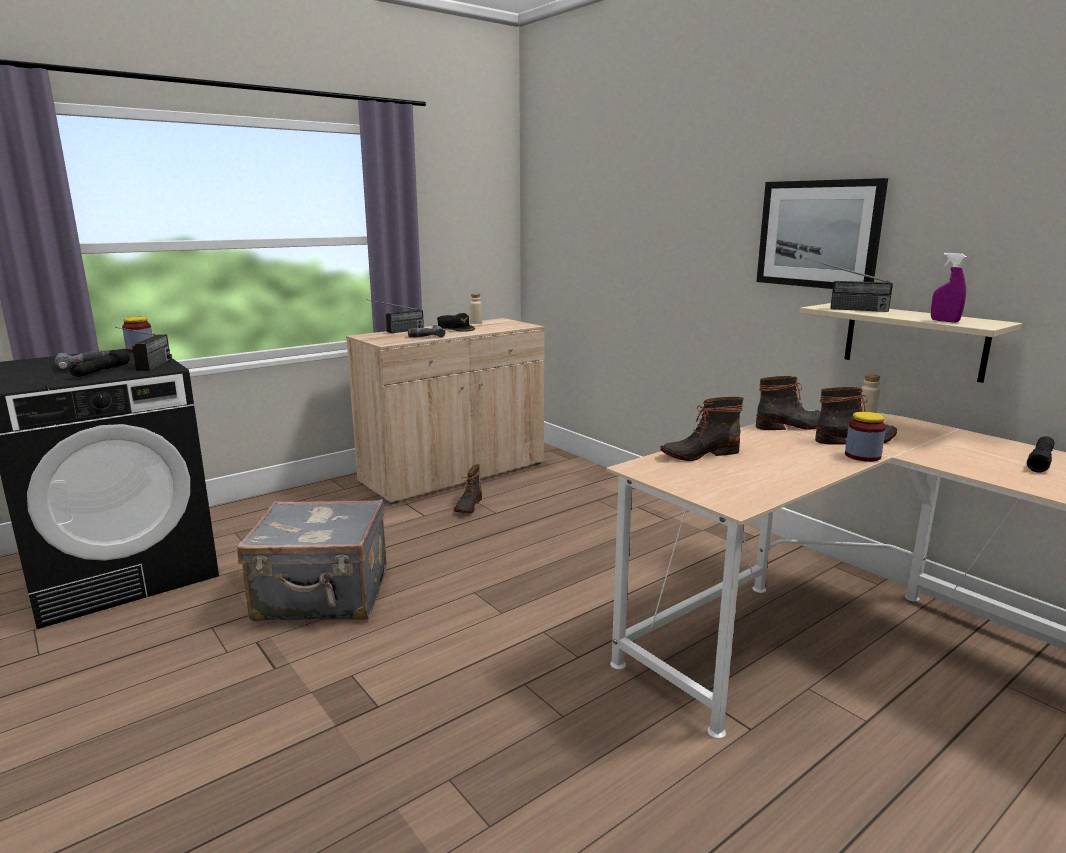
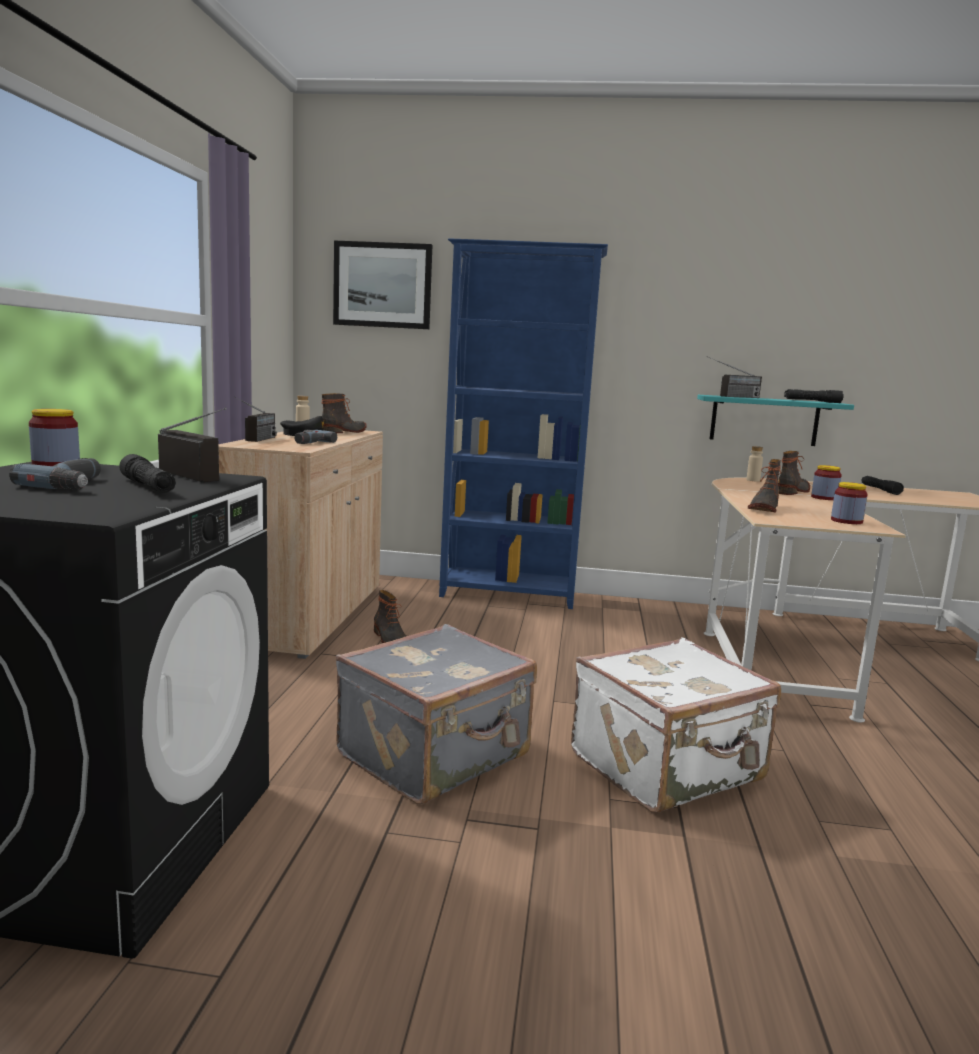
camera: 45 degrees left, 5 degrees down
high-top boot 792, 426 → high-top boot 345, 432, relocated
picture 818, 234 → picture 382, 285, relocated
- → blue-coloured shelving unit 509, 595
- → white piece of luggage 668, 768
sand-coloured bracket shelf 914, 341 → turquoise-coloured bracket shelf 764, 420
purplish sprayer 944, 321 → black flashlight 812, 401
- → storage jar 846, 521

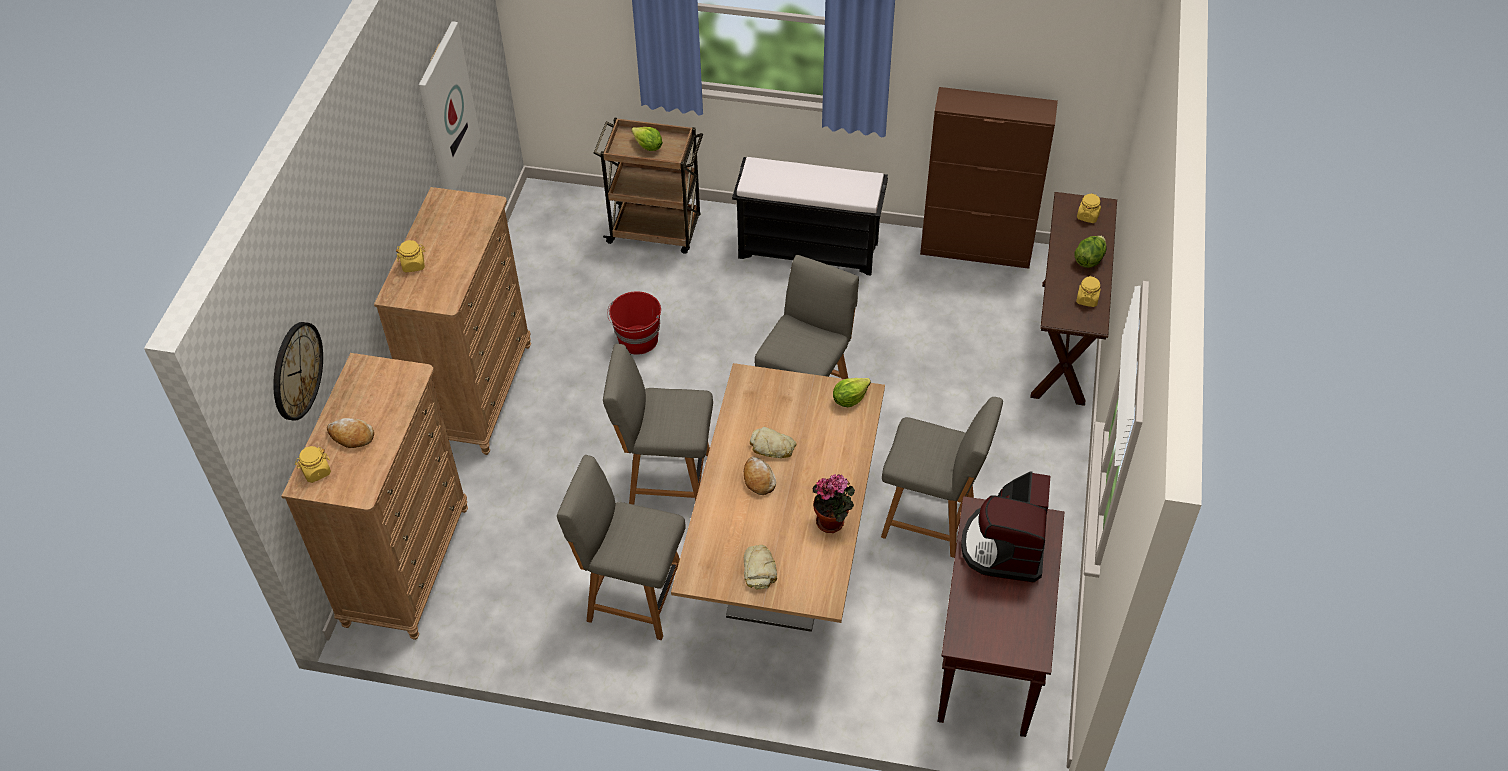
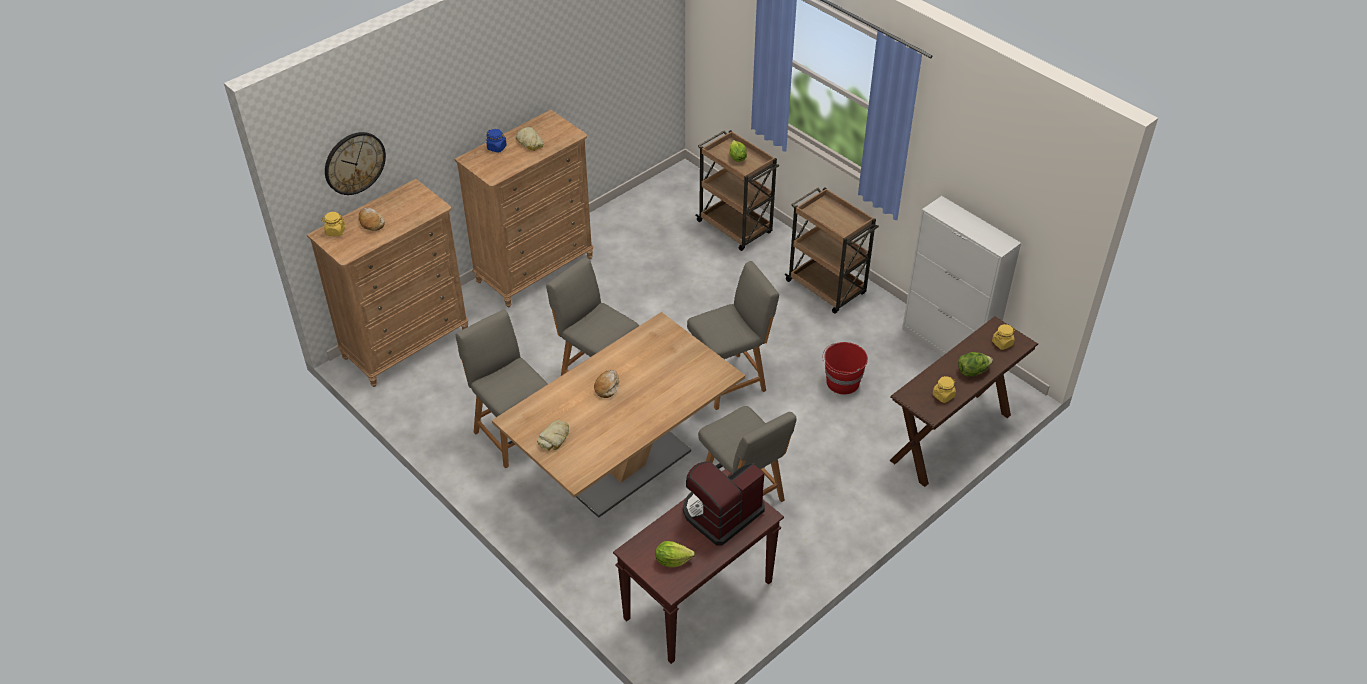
camera: 35 degrees right, 5 degrees down
yellow storage jar 413, 265 → blue-coloured storage jar 497, 148
bakery bread 772, 447 → bakery bread 530, 142, relocated
head of lettuce 849, 399 → head of lettuce 672, 560, relocated
black long seat 810, 249 → brown-coloured cart 827, 288
red-coloured water bucket 638, 340 → red-coloured water bucket 842, 382, relocated
brown-coloured cupboard 976, 249 → white cupboard 947, 346
picture 447, 111 → -
potted plant 832, 521 → -

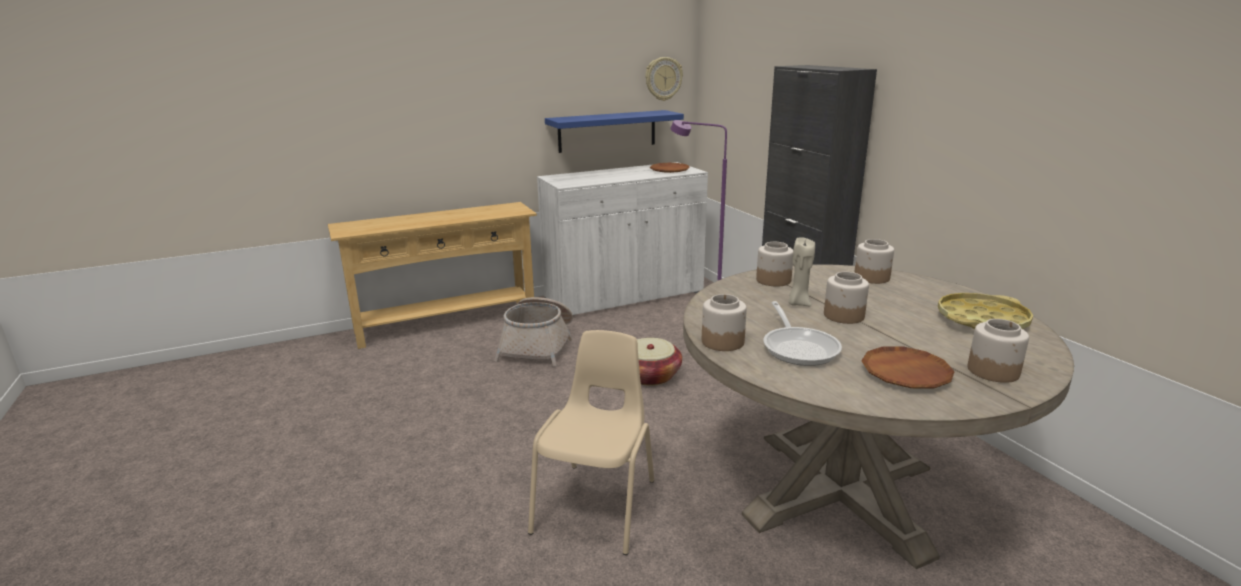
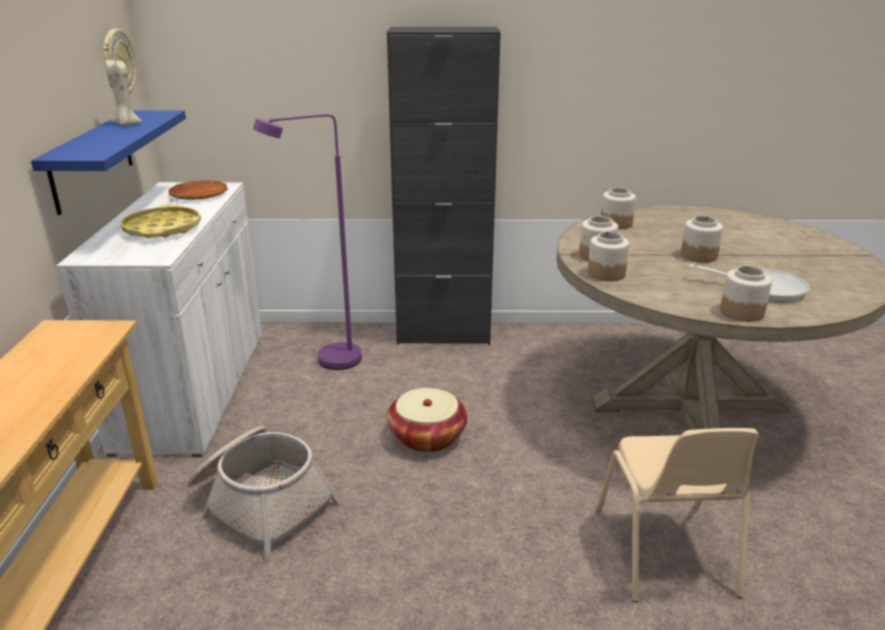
camera: 65 degrees left, 5 degrees up
sand-coloured candle 798, 303 → sand-coloured candle 126, 124, relocated
yellow tray 981, 320 → yellow tray 162, 229, relocated
storage jar 993, 371 → storage jar 606, 274, relocated
sand-coloured chair 597, 505 → sand-coloured chair 666, 552, 135 degrees counterclockwise
brown-coloured dinner plate 905, 373 → -

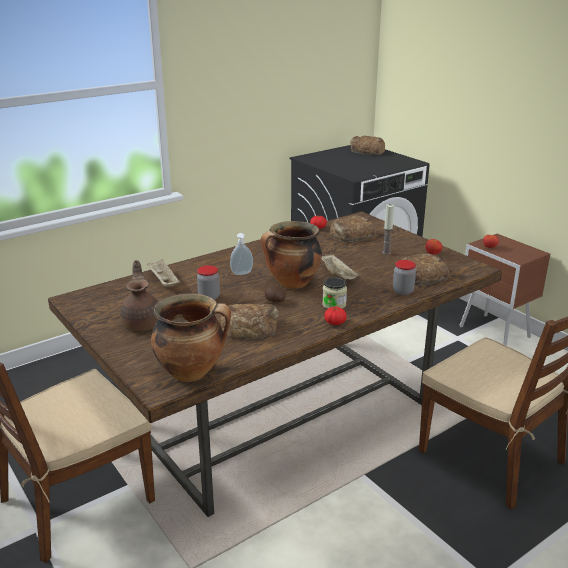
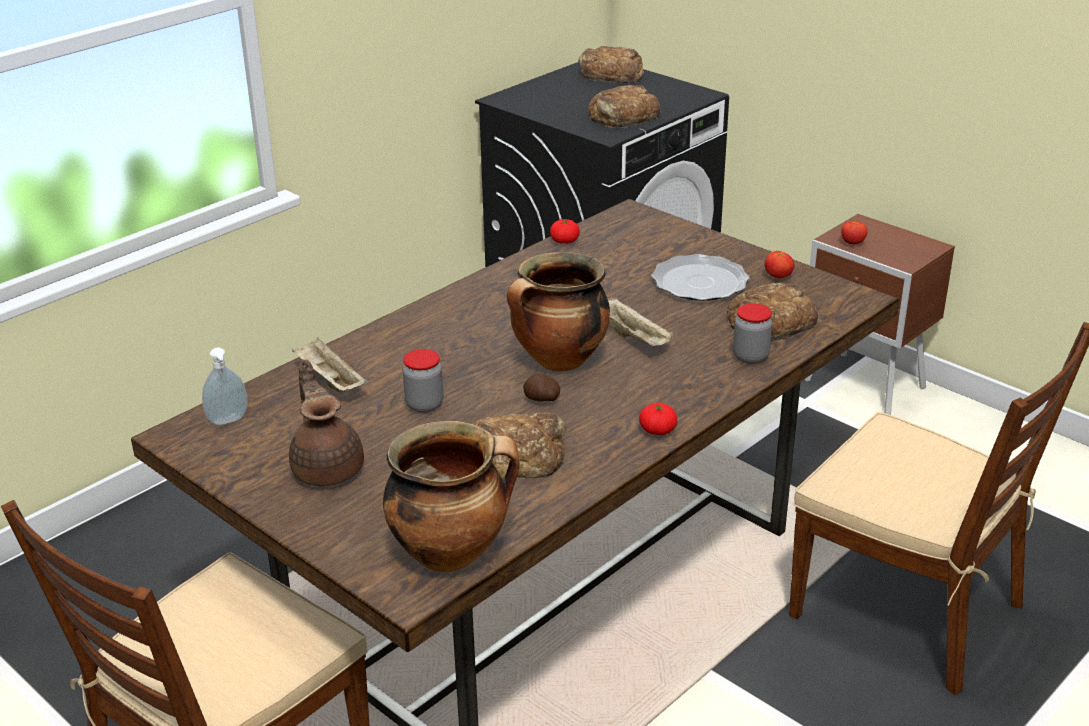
camera: 10 degrees left, 5 degrees up
soap dispenser 242, 274 → soap dispenser 228, 421, relocated
bakery bread 351, 235 → bakery bread 623, 117, relocated
candle 386, 253 → dinner plate 699, 282
storage jar 334, 304 → -

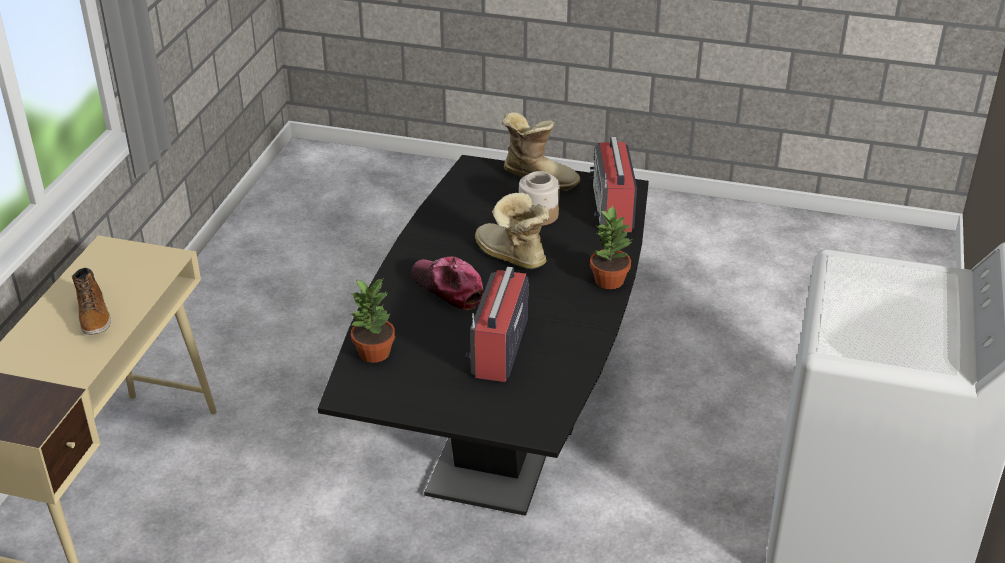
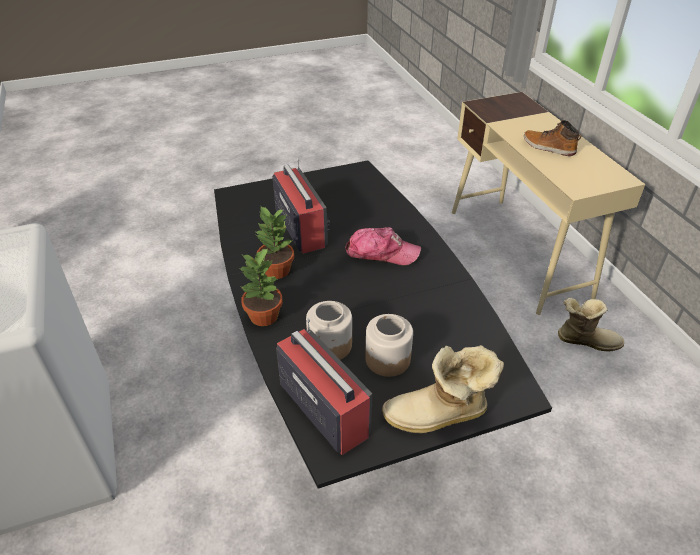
camera: 145 degrees right, 5 degrees up
potted plant 375, 353 → potted plant 276, 270, relocated
- → storage jar 329, 345
high-top boot 510, 256 → high-top boot 585, 339, relocated

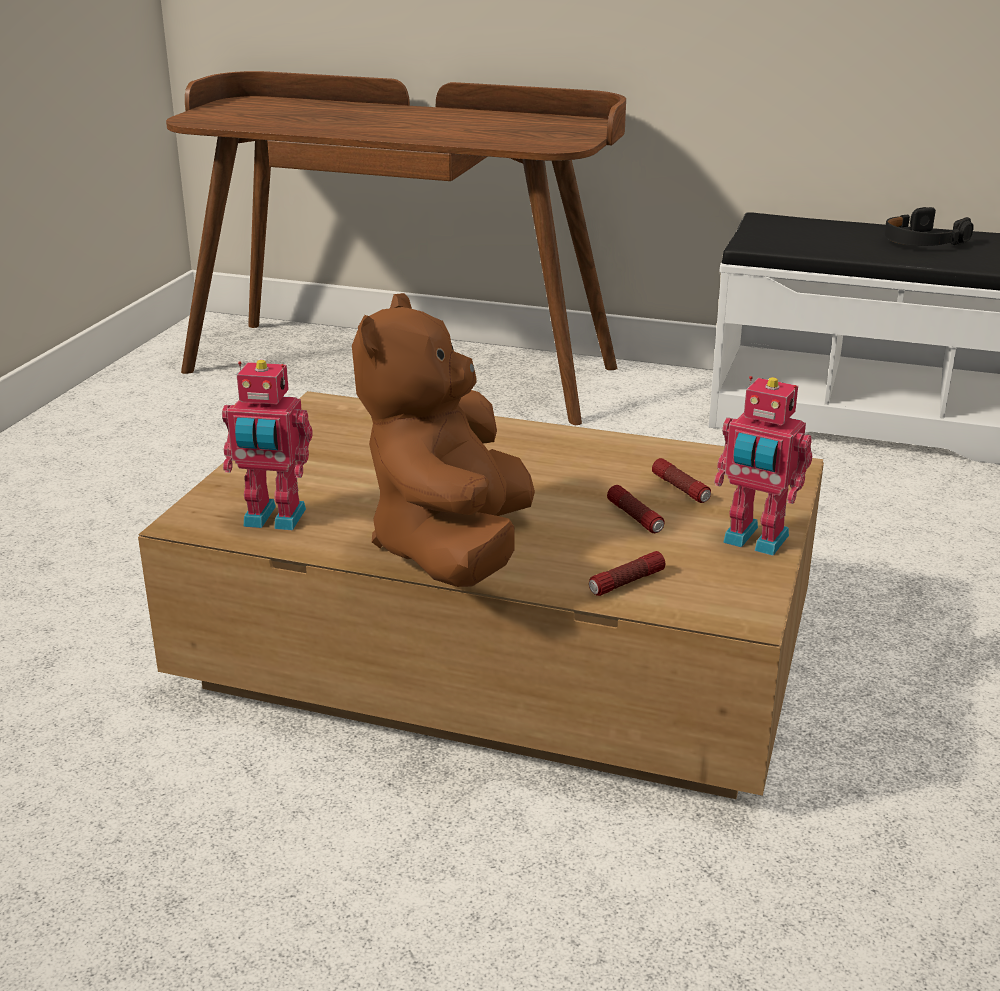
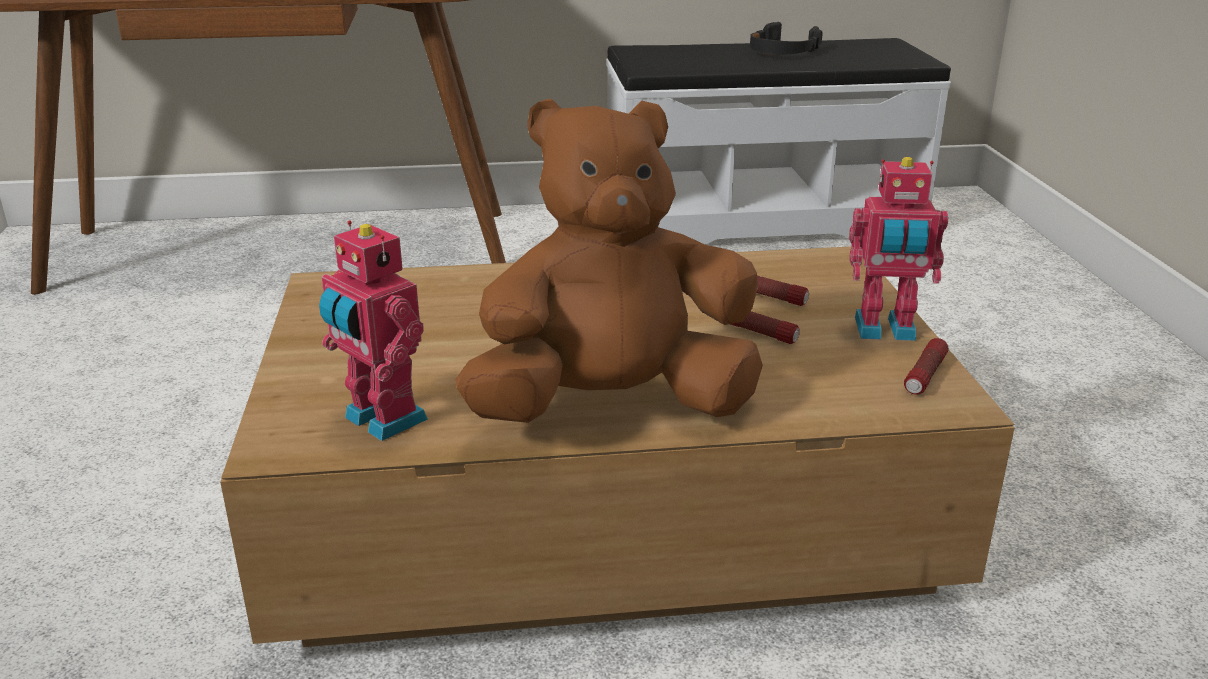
camera: 25 degrees left, 0 degrees up
toy robot 273, 520 → toy robot 381, 420, 60 degrees clockwise
brown-coloured plush toy 452, 549 → brown-coloured plush toy 613, 406, 90 degrees clockwise
flashlight 626, 583 → flashlight 925, 376, relocated

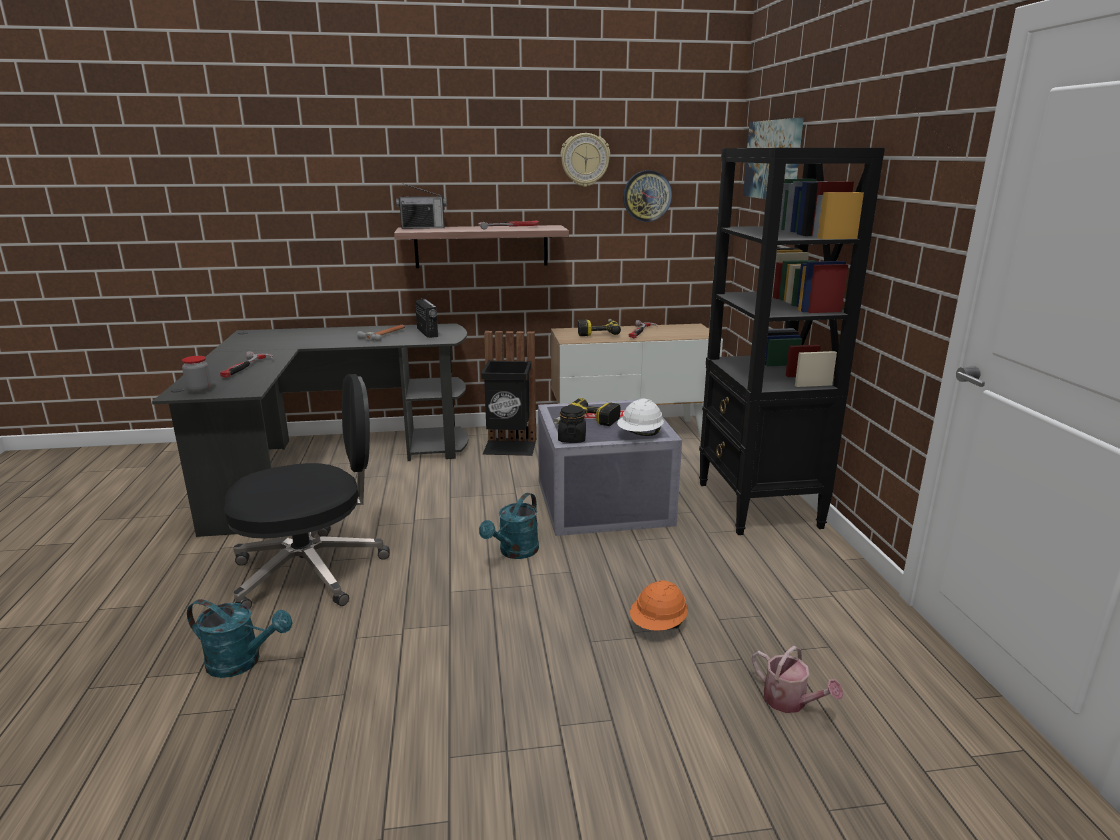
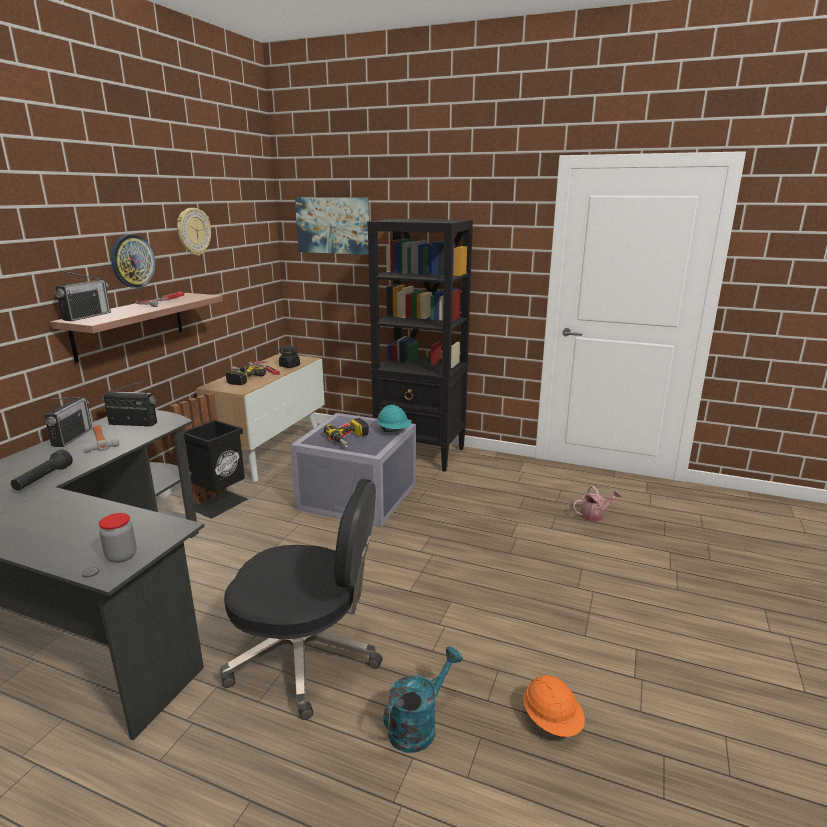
camera: 60 degrees left, 0 degrees up
- → black flashlight 43, 479
- → radio receiver 72, 437
wall clock 647, 196 → wall clock 132, 261, relocated
black computer chair 313, 570 → black computer chair 307, 657, 90 degrees clockwise
black storage jar 572, 439 → black storage jar 289, 366, relocated
white hard hat 640, 435 → turquoise-coloured hard hat 394, 431
orangey hard hat 658, 625 → orangey hard hat 552, 721, relocated
hammer 246, 368 → -
turquoise-coloured sprinkling can 515, 552 → -

